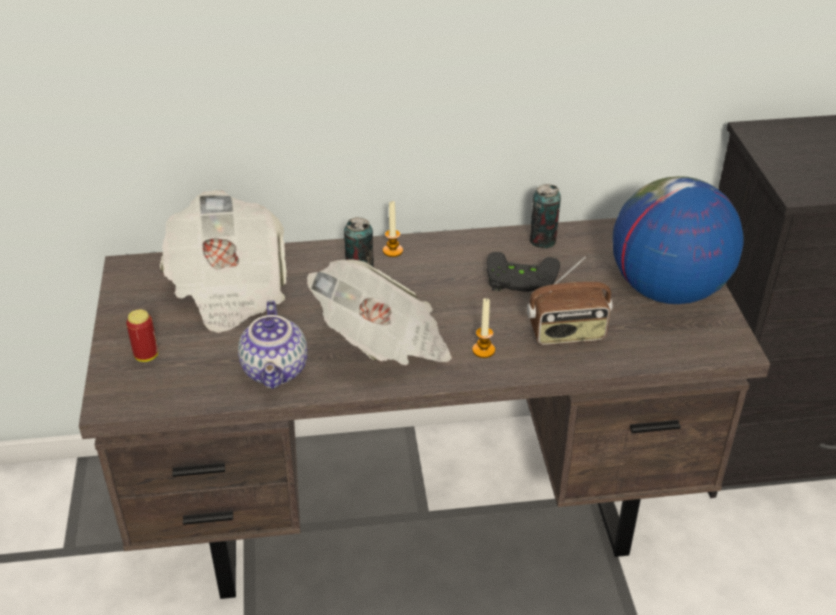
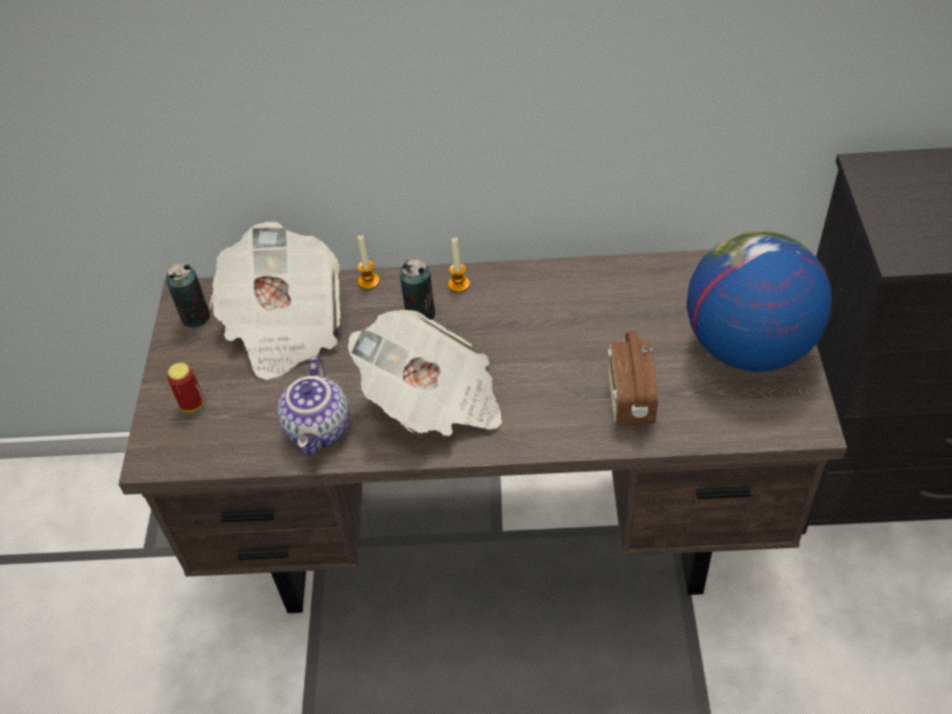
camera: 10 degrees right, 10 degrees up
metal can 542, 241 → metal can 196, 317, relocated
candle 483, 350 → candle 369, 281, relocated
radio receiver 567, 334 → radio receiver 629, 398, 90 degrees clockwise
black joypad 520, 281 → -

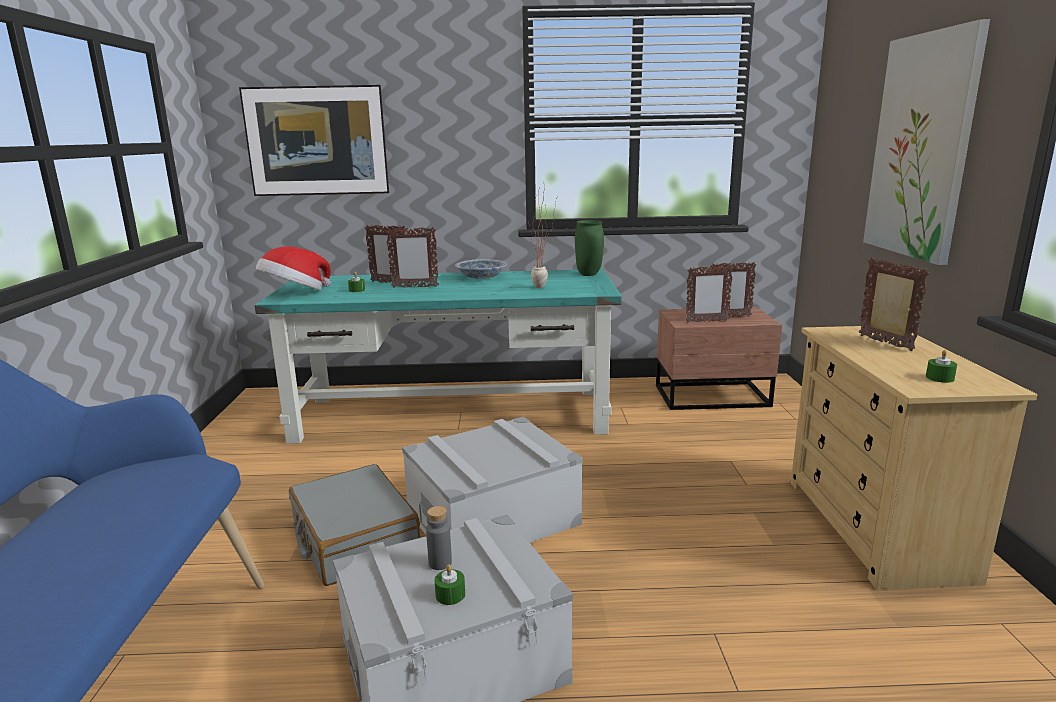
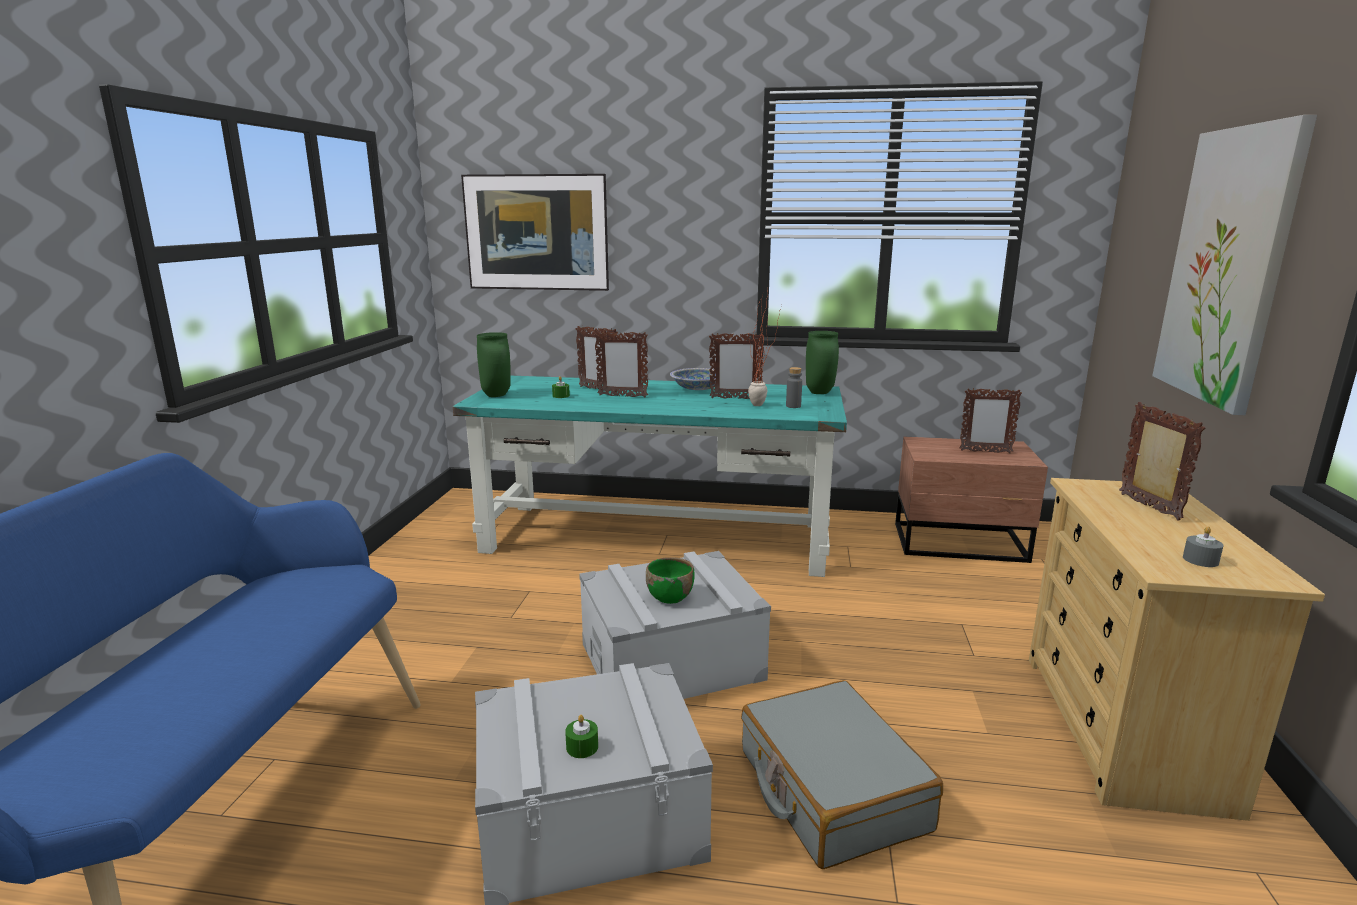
camera: 10 degrees right, 0 degrees up
hat 295, 293 → green decorative vase 497, 395
- → green deep dish 670, 596
photo frame 706, 321 → photo frame 735, 398, relocated
grey piece of luggage 354, 539 → grey piece of luggage 831, 790, relocated
grey beverage bottle 440, 563 → grey beverage bottle 793, 406, relocated
green candle 939, 378 → grey candle 1200, 560

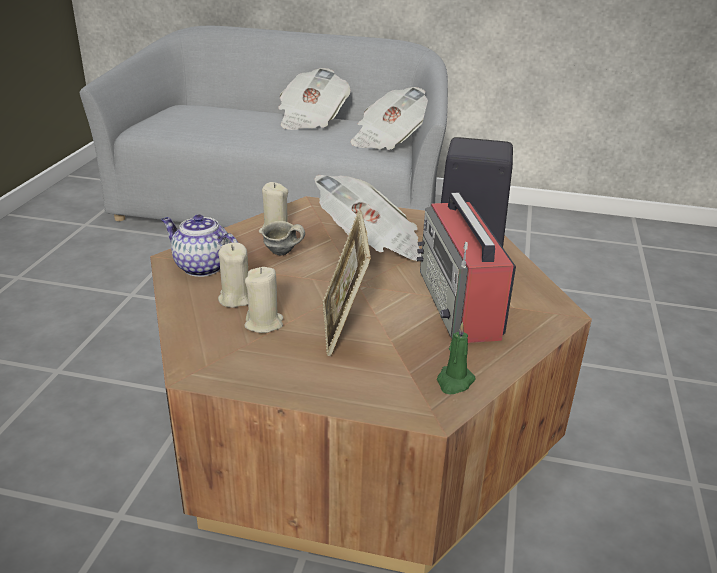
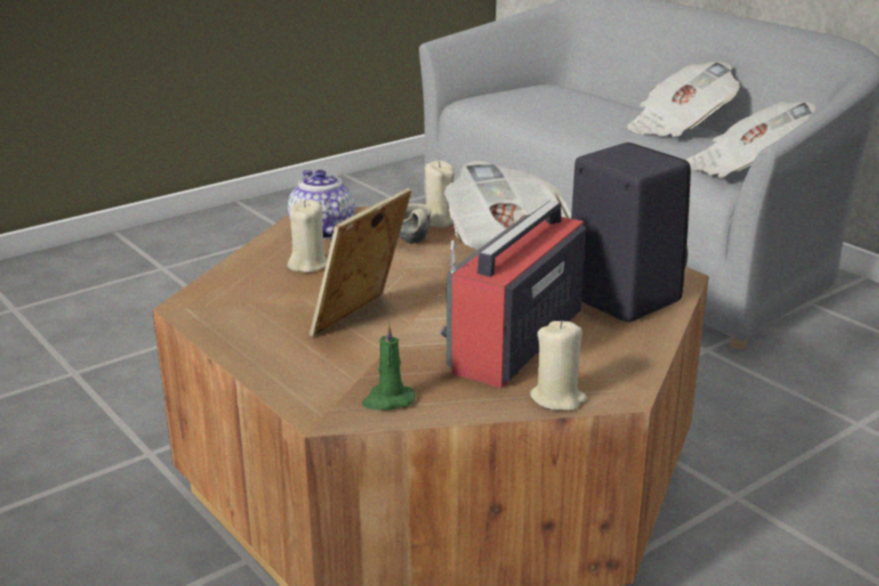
camera: 40 degrees right, 5 degrees down
sand-coloured candle 264, 323 → sand-coloured candle 558, 398, relocated

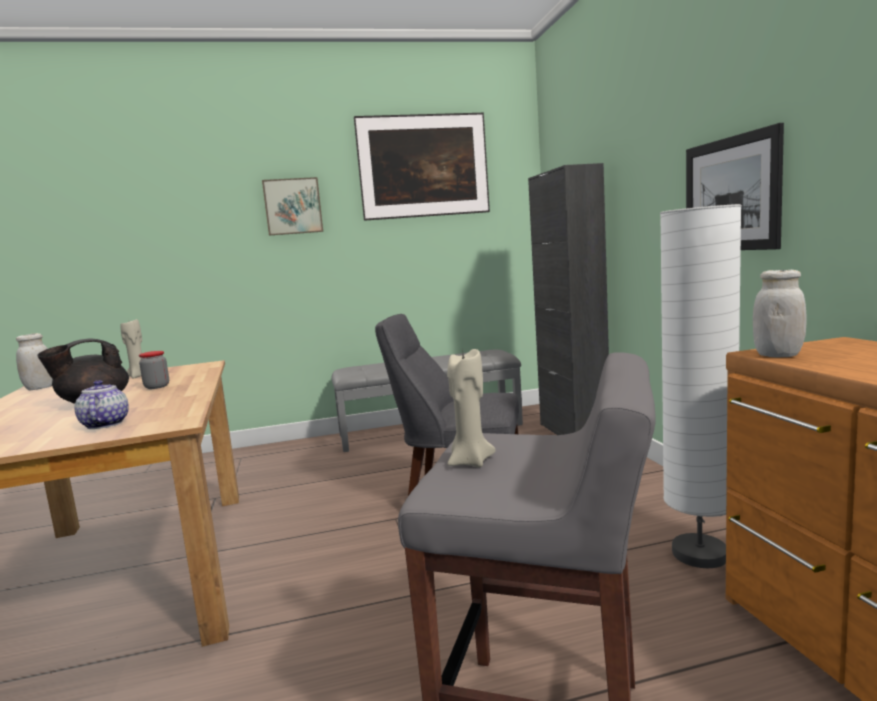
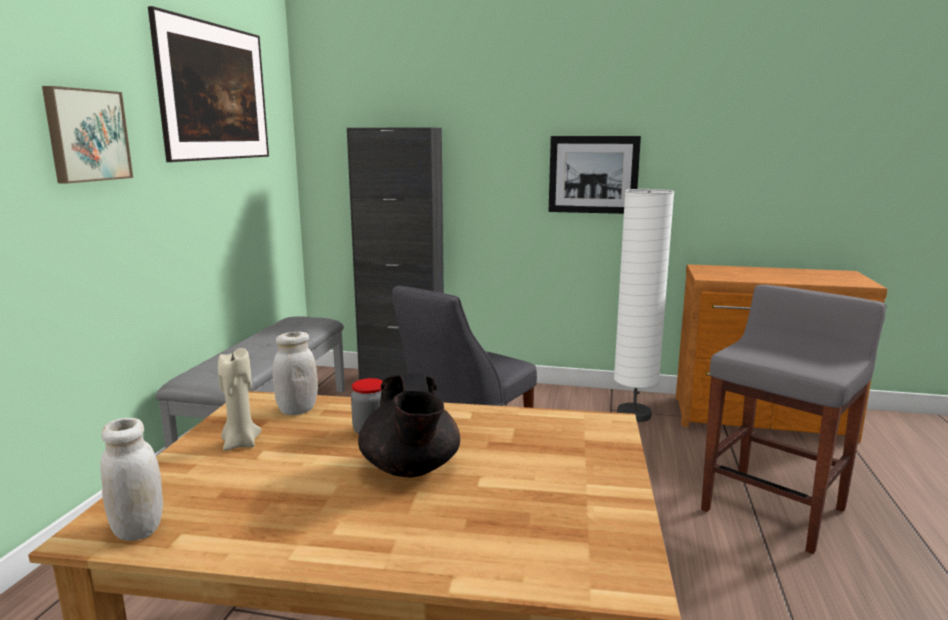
camera: 65 degrees left, 5 degrees up
white storage jar 778, 355 → white storage jar 297, 410, relocated
tea pot 104, 424 → -
sand-coloured candle 470, 462 → -

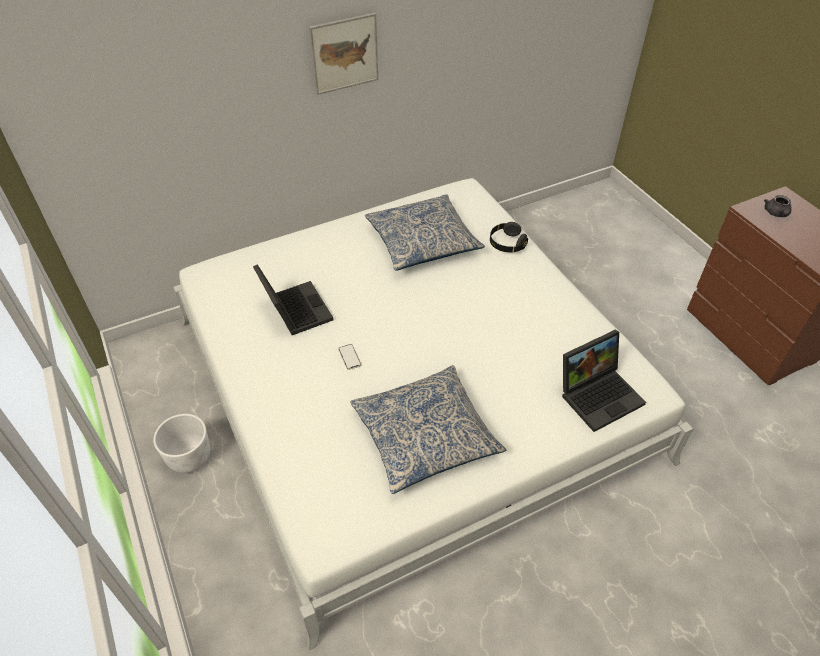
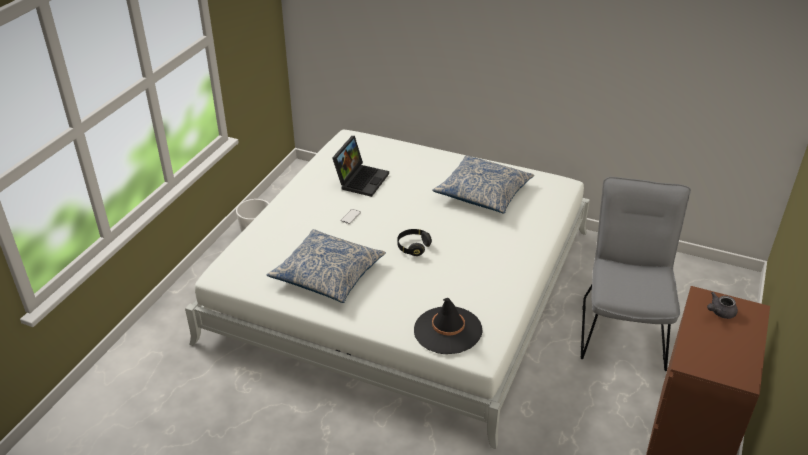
camera: 50 degrees right, 10 degrees down
black headphones 506, 244 → black headphones 413, 247, relocated
notebook computer 599, 394 → black hat 447, 330
- → grey chair 623, 327
picture 344, 53 → -

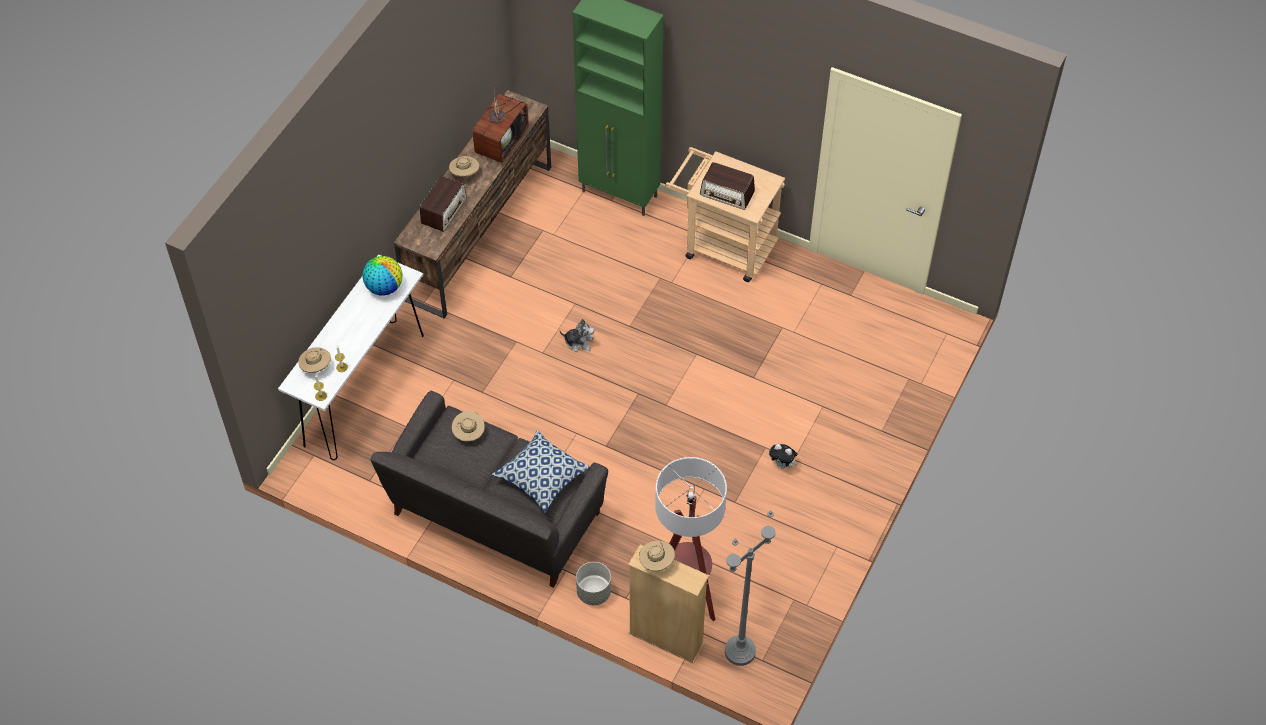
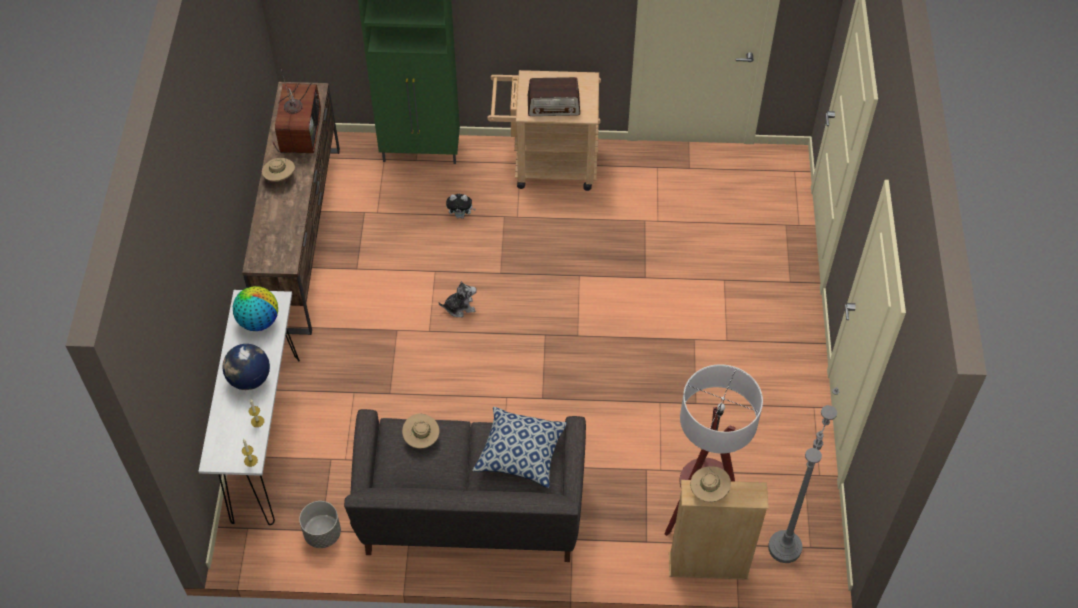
camera: 25 degrees left, 0 degrees up
- → globe 249, 379
grey plant pot 593, 592 → grey plant pot 322, 533, relocated
plush toy 782, 464 → plush toy 461, 215, relocated
sand-coloured hat 316, 367 → -
radio receiver 444, 210 → -

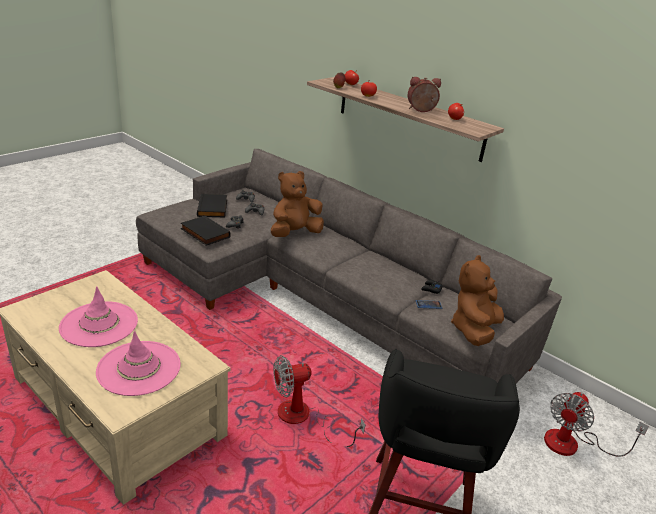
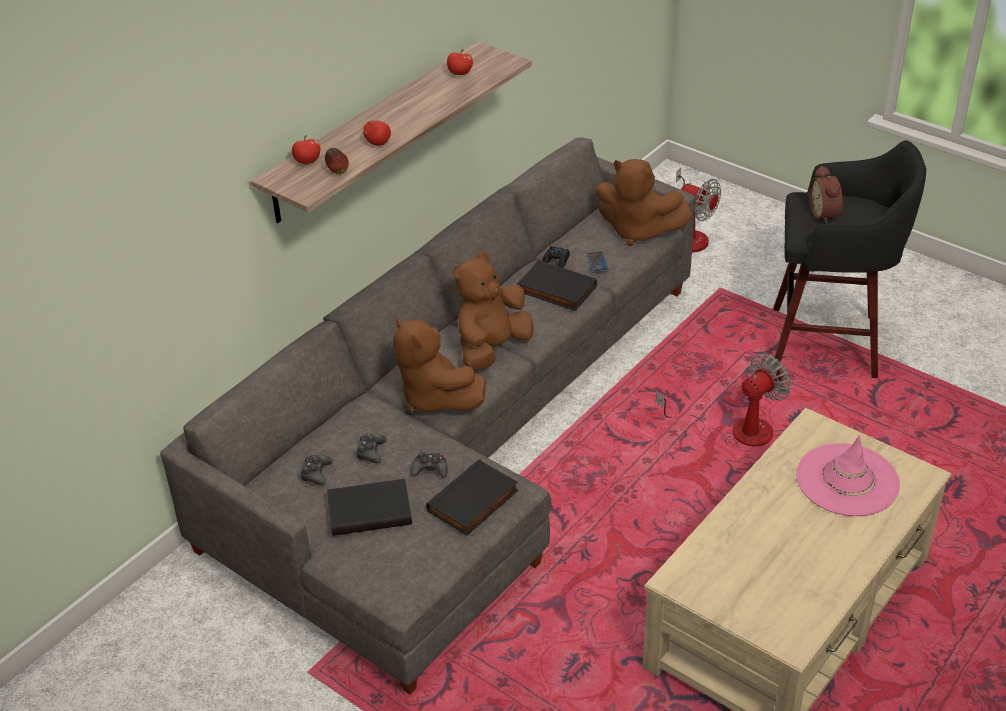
camera: 90 degrees left, 10 degrees up
- → brown-coloured plush toy 491, 349
- → black book 555, 290
fan 303, 418 → fan 736, 431, 105 degrees counterclockwise
bedside clock 421, 110 → bedside clock 825, 214, relocated
pinkish hat 99, 324 → -

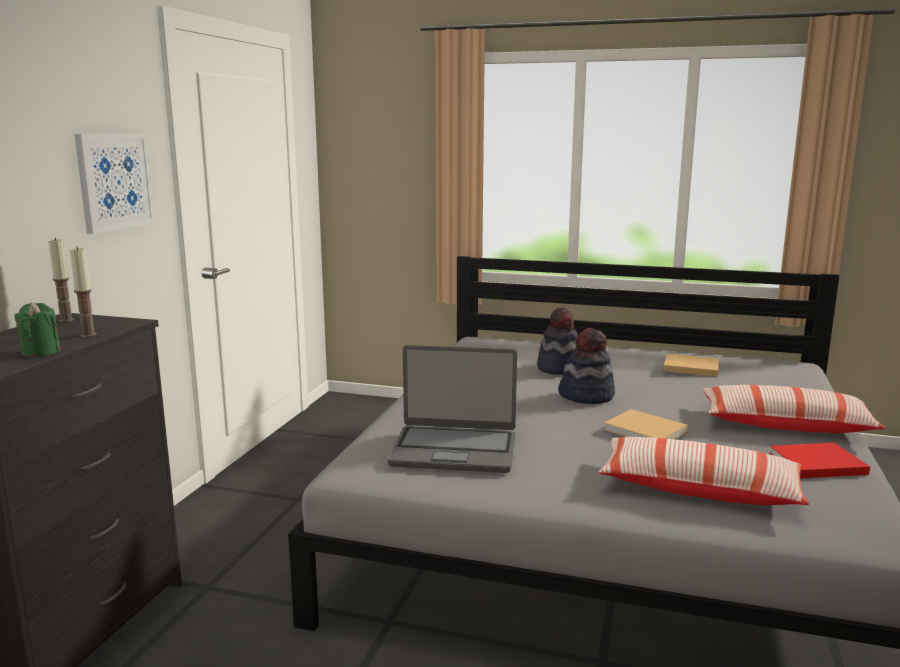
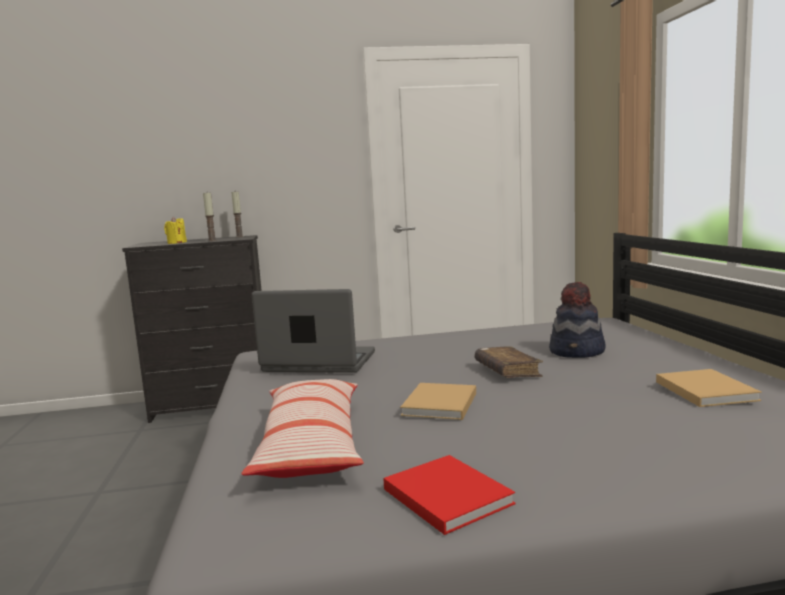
camera: 65 degrees right, 5 degrees down
green candle 41, 352 → yellow candle 177, 243
notebook computer 454, 450 → notebook computer 319, 362, 120 degrees clockwise
hat 586, 396 → brown-coloured book 507, 371
picture 114, 181 → -
throw pillow 785, 425 → -

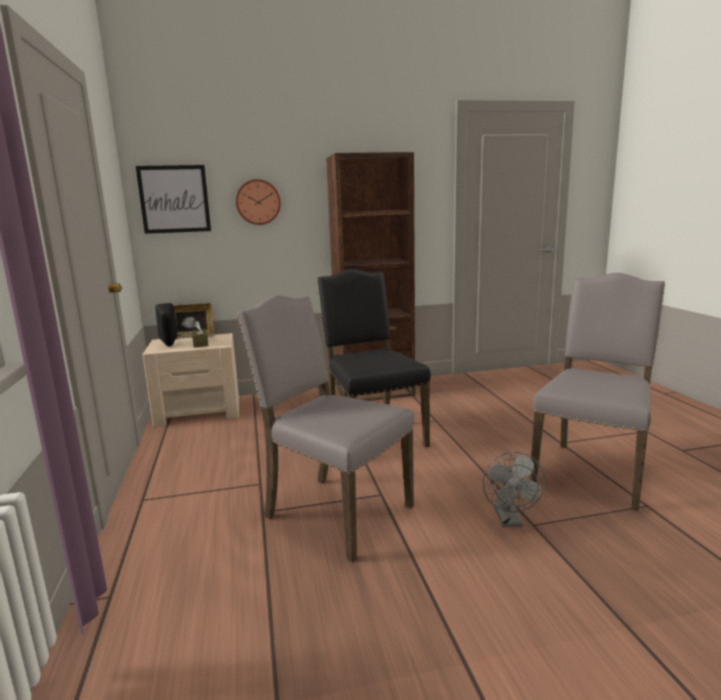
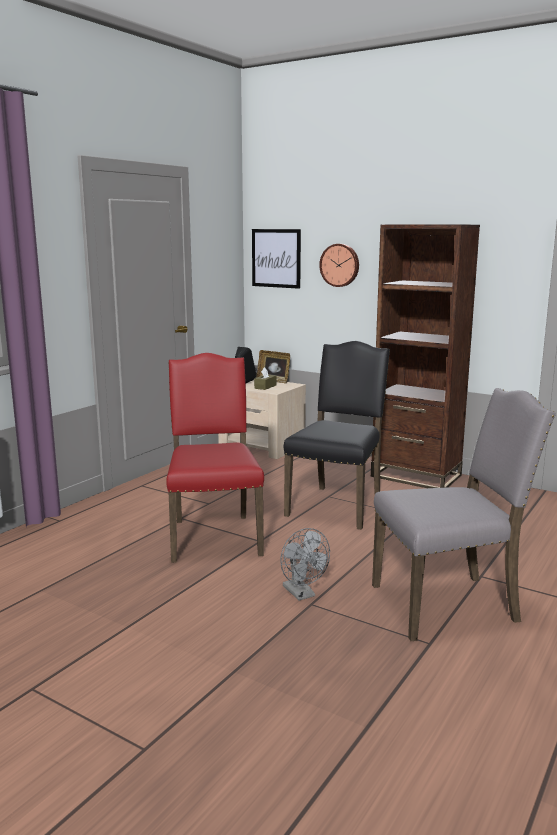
camera: 45 degrees right, 0 degrees up
grey chair 334, 512 → red-coloured chair 214, 536
grey fan 510, 521 → grey fan 302, 594, 75 degrees counterclockwise

